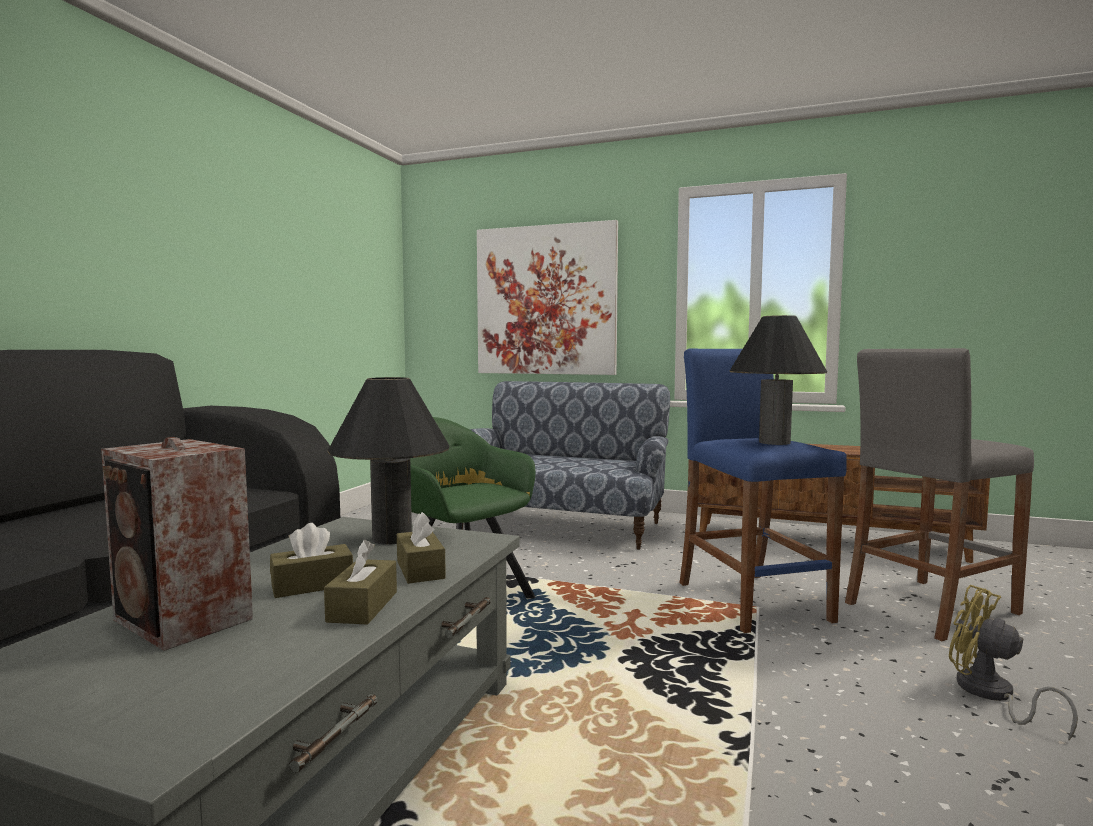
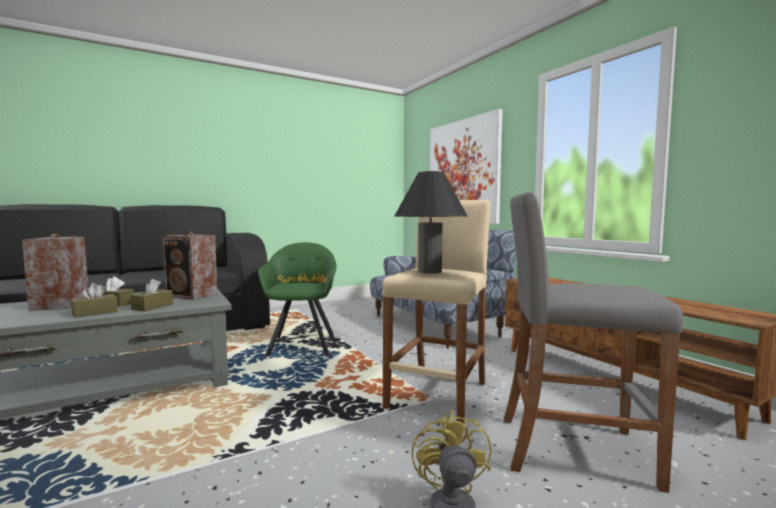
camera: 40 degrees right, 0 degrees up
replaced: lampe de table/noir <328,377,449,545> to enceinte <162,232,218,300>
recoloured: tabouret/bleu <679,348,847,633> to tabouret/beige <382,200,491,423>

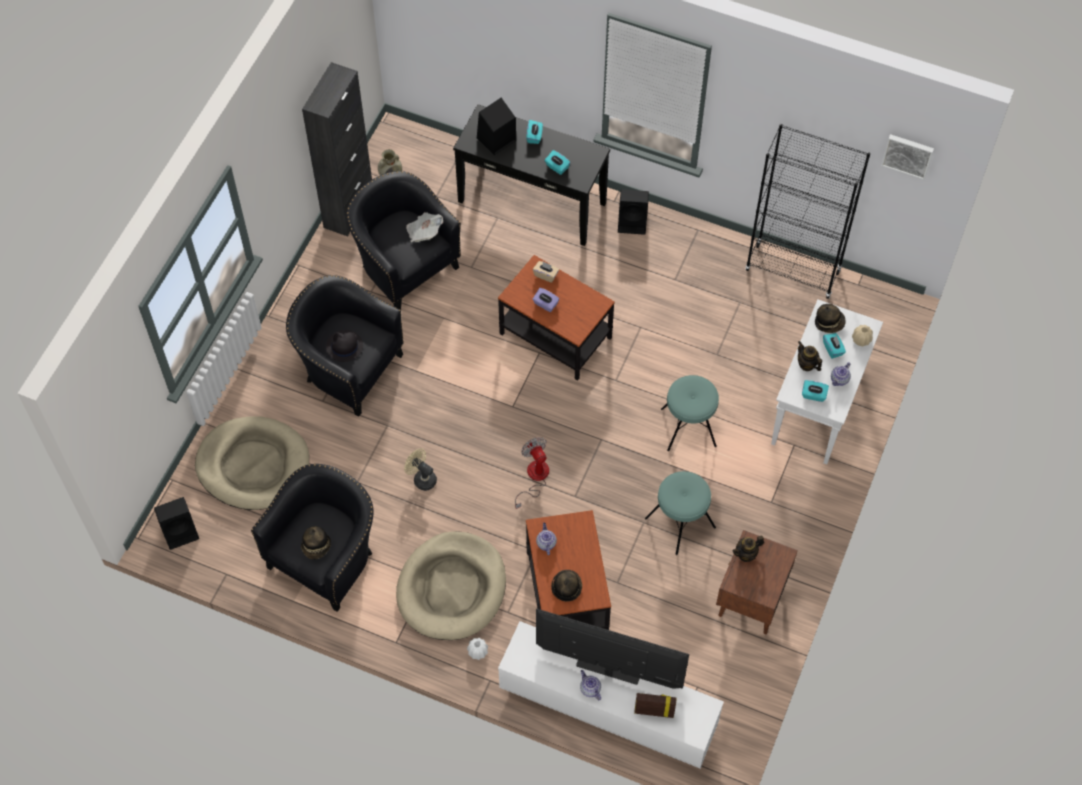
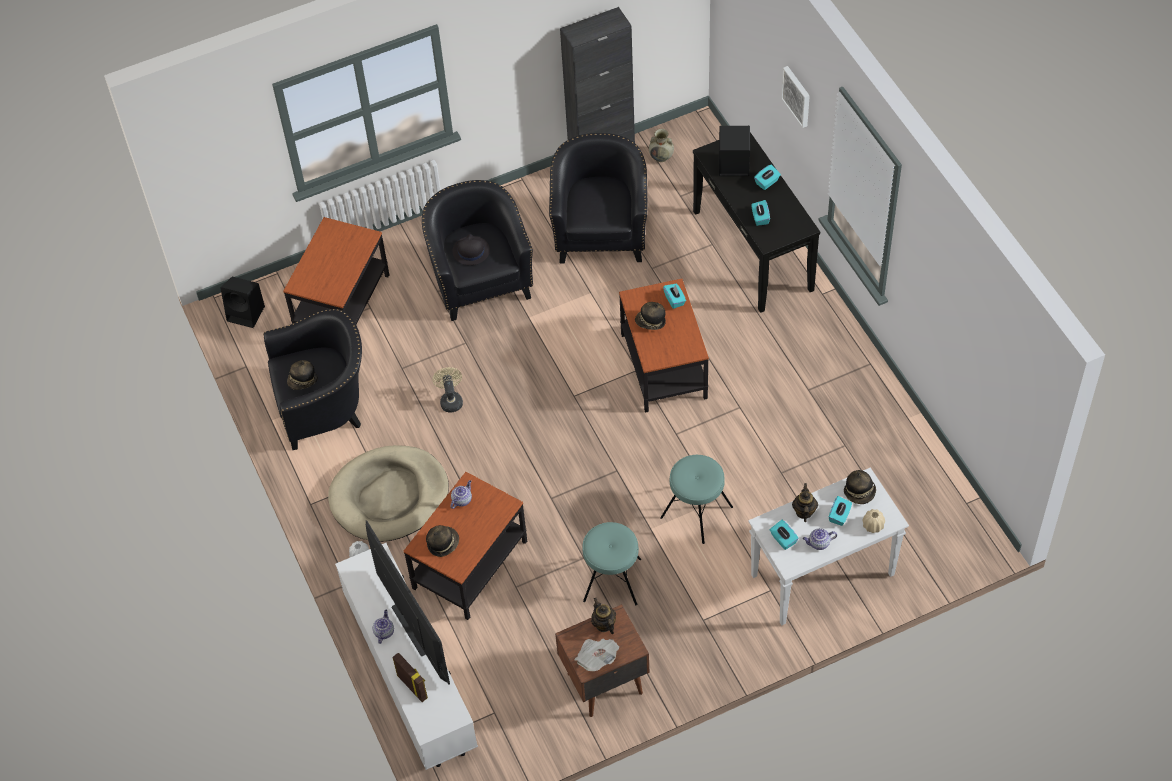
camera: 45 degrees right, 5 degrees down
removed: bibliothèque/noir <745,124,870,299>; enceinte/noir <618,189,649,235>; ventilateur <515,437,549,509>
moved: tableau <881,134,934,180> to <781,66,810,128>; journal <406,212,443,242> to <575,638,619,671>
replaced: boîte à mouchoirs/violet <532,288,559,312> to chapeau <635,302,666,330>; panier pour chien/beige <195,416,309,510> to table d'appoint <283,217,389,324>
recoloured: boîte à mouchoirs/beige <533,261,559,283> to boîte à mouchoirs/turquoise <663,284,686,309>
turned: théière <732,536,764,562> = <591,598,616,634> 45 degrees clockwise

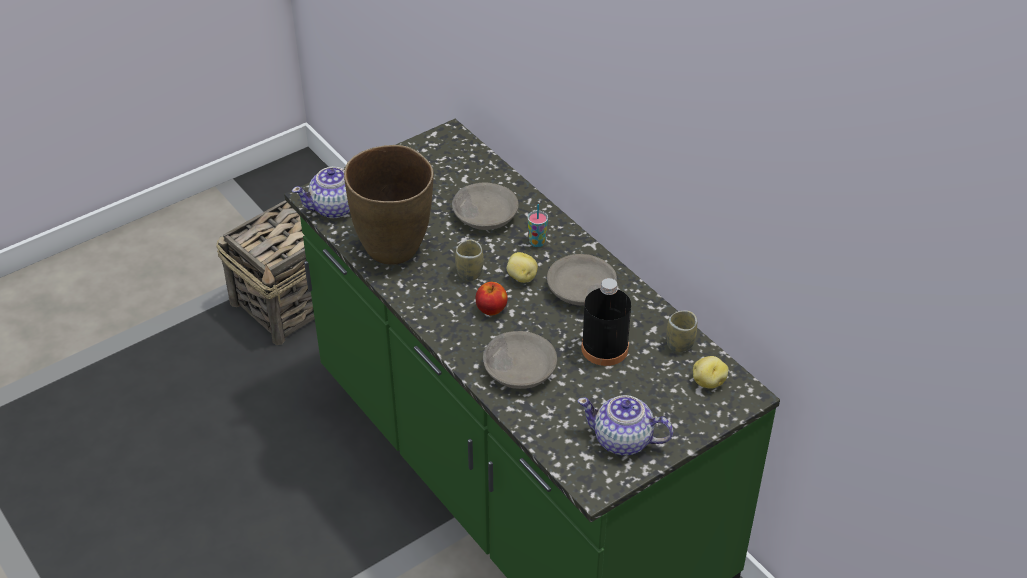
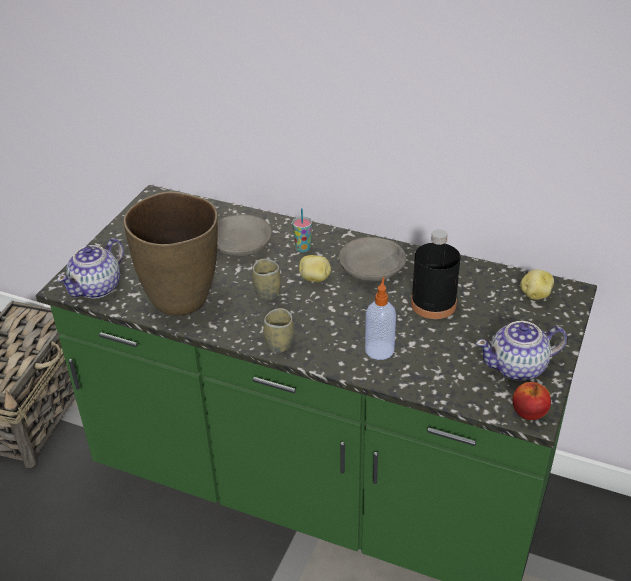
camera: 30 degrees left, 5 degrees down
moved: pomme <476,282,508,316> to <513,382,551,420>; tasse <667,310,697,352> to <264,308,294,353>
replaced: bol/gris <483,331,557,389> to distributeur de savon <365,277,396,360>

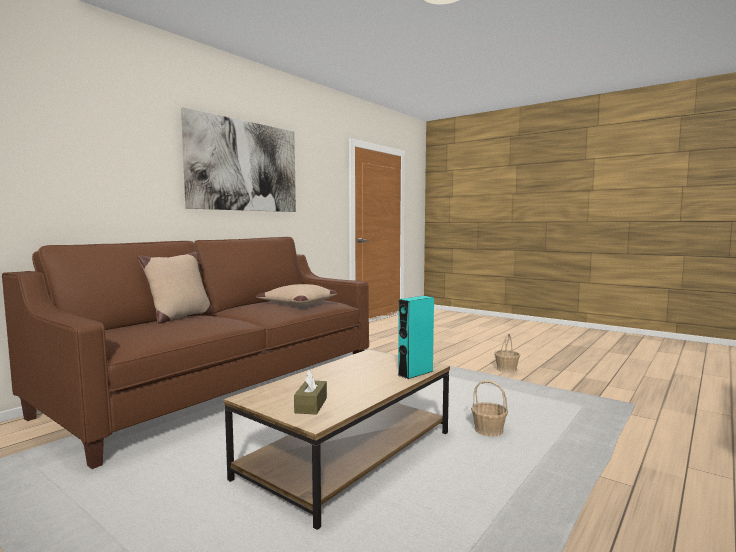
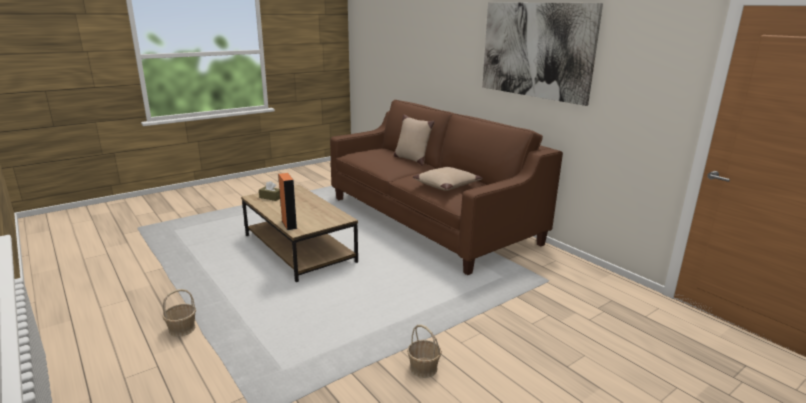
camera: 105 degrees right, 15 degrees up
moved: panier <471,380,508,436> to <163,289,196,337>
recoloured: enceinte/turquoise <397,296,434,379> to enceinte/orange <278,173,297,230>

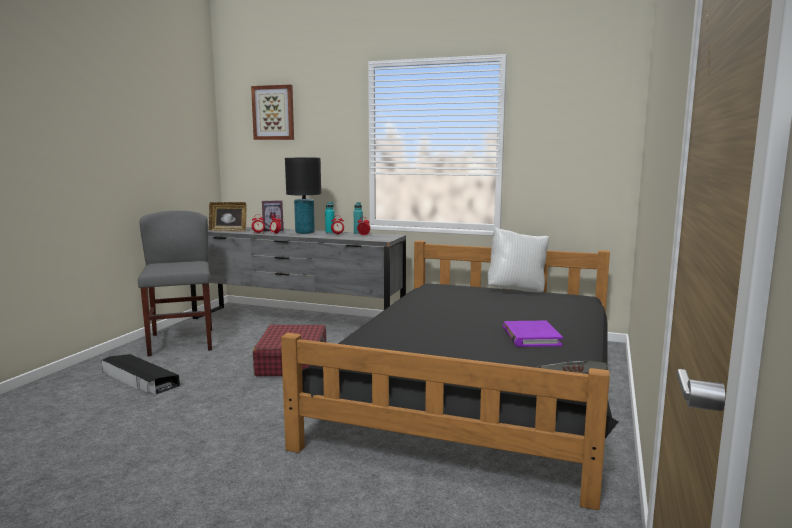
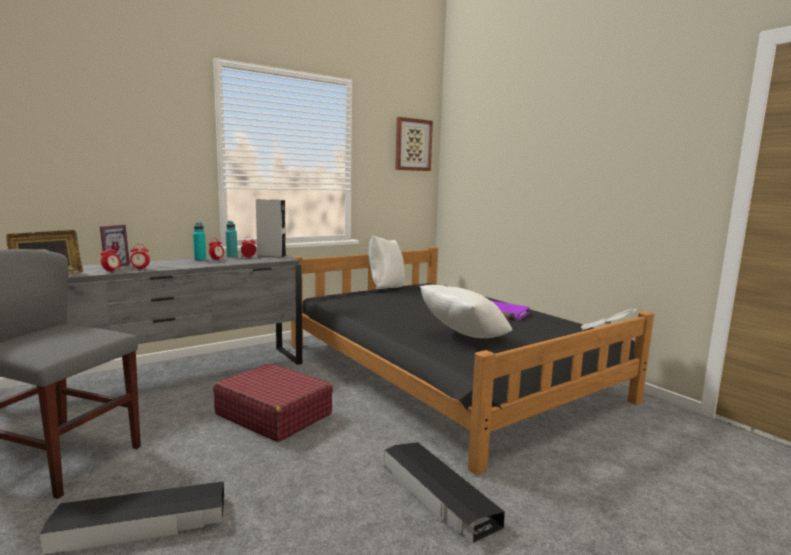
camera: 55 degrees left, 0 degrees up
removed: lampe de table/noir <285,158,321,234>
added: enceinte/gris <256,199,286,258>; coussin/blanc <420,285,512,338>; boîte de rangement/noir <384,442,505,543>
moved: tableau <251,85,294,140> to <395,117,433,171>

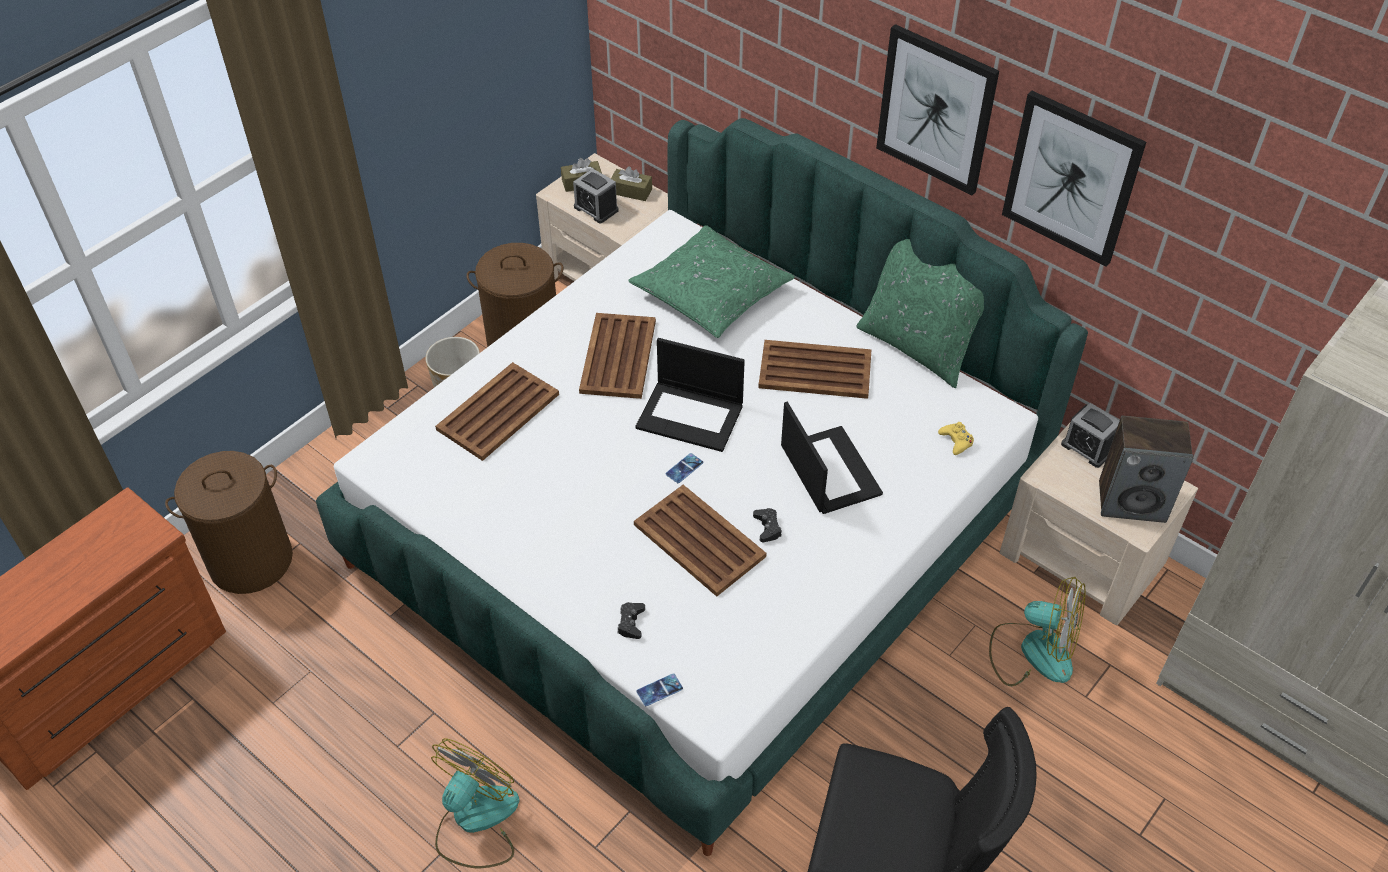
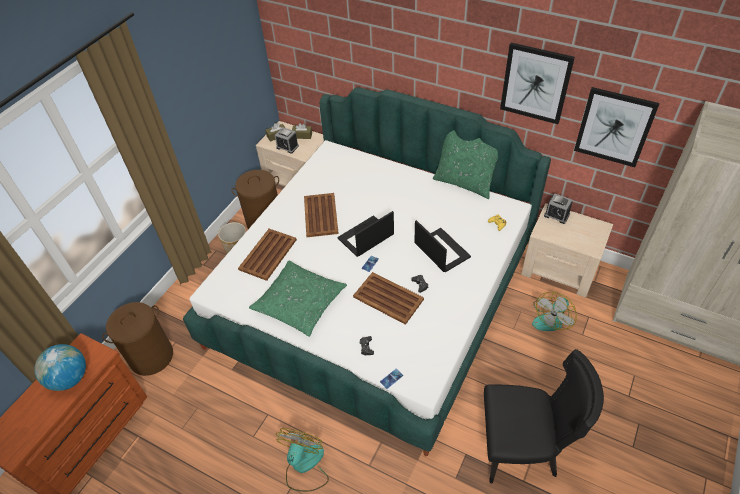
camera: 10 degrees left, 0 degrees up
removed: plateau/marron <758,340,872,399>; enceinte <1099,416,1194,523>
added: globe <34,344,86,391>
moved: tableau <876,24,999,195> to <574,87,660,167>; coussin/vert <628,225,795,338> to <249,261,347,337>
turned: ordinateur portable <636,338,745,452> = <338,211,394,257> 135 degrees clockwise; ventilateur <989,577,1086,686> = <532,292,577,331> 120 degrees clockwise

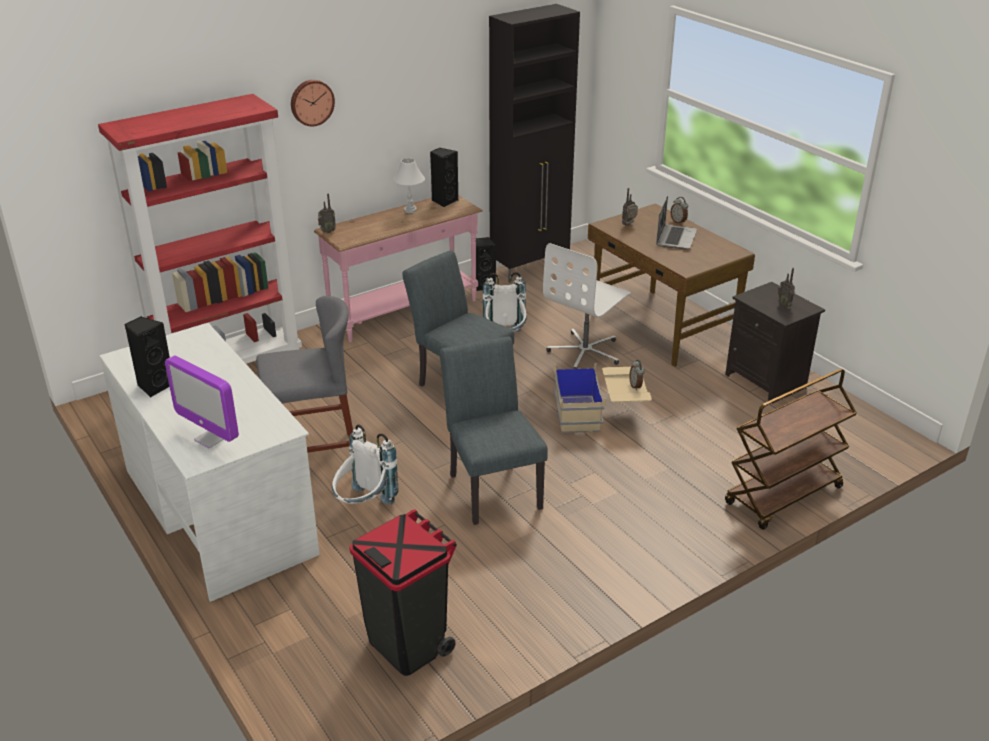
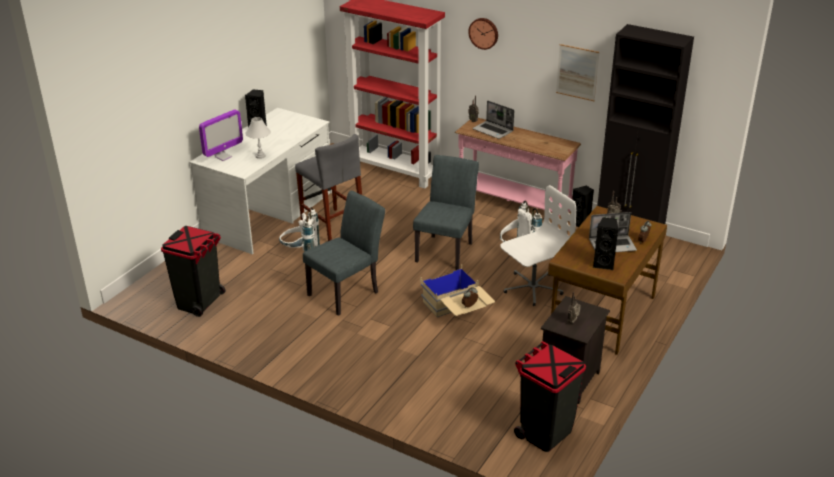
camera: 65 degrees right, 0 degrees up
removed: chariot/marron <725,368,857,530>
added: tableau <556,44,600,101>; ordinateur portable <472,101,514,139>; poubelle/noir <514,341,586,452>
moved: enceinte/noir <430,148,458,207> to <593,217,619,270>; lampe de table/blanc <393,158,425,213> to <245,117,271,159>
turned: chaise de bureau/blanc <543,243,631,369> = <500,185,576,306> 135 degrees clockwise; écran d'ordinateur <165,355,239,449> = <199,110,243,161> 150 degrees counterclockwise

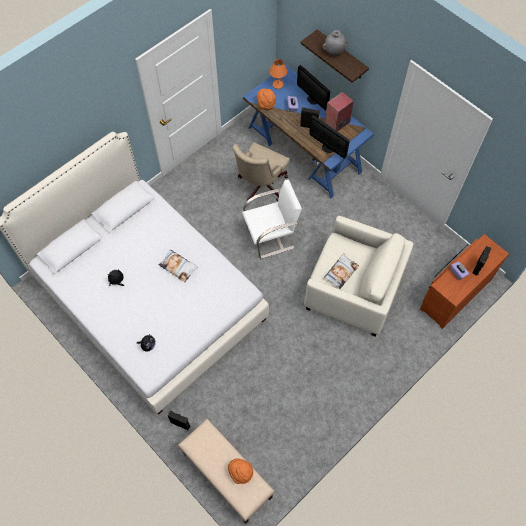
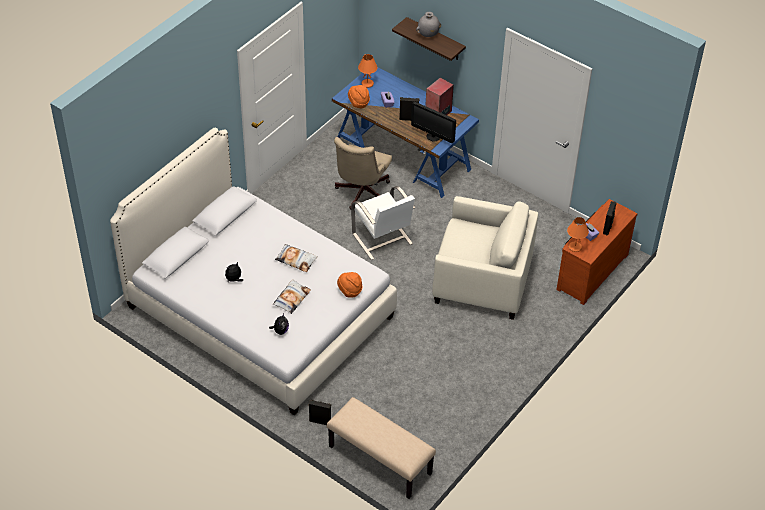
camera: 10 degrees left, 15 degrees down
removed: écran d'ordinateur <297,65,330,110>
added: lampe de table/orange <567,217,589,252>
moved: coussin <324,254,359,289> to <273,279,311,314>; chapeau/orange <228,459,254,484> to <337,272,362,297>
turned: chaise/blanc <242,179,302,259> = <351,186,415,260> 90 degrees clockwise

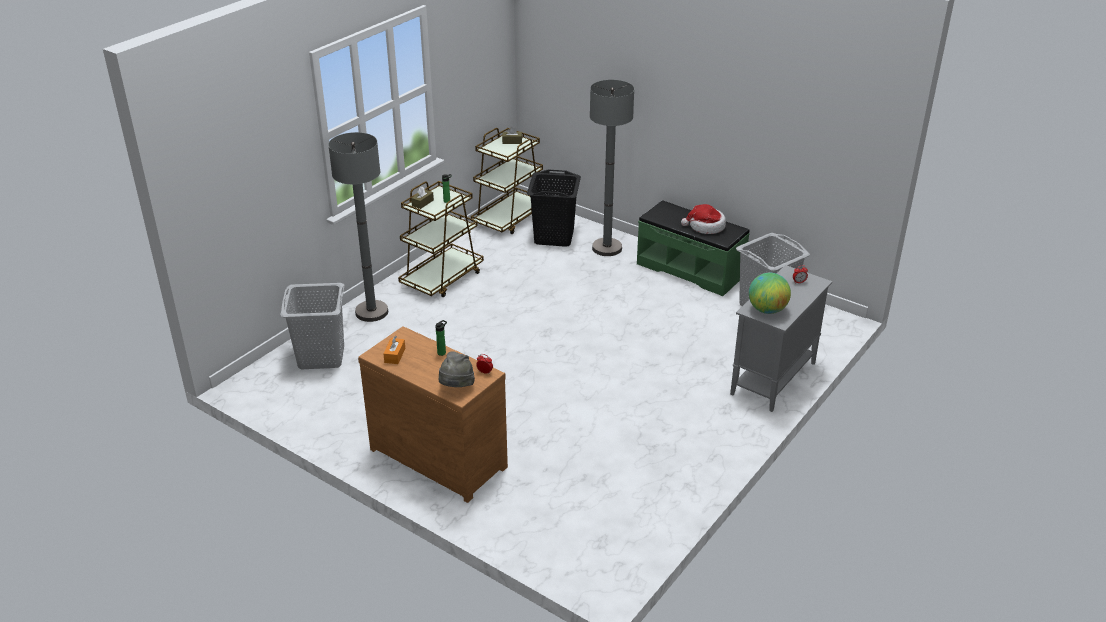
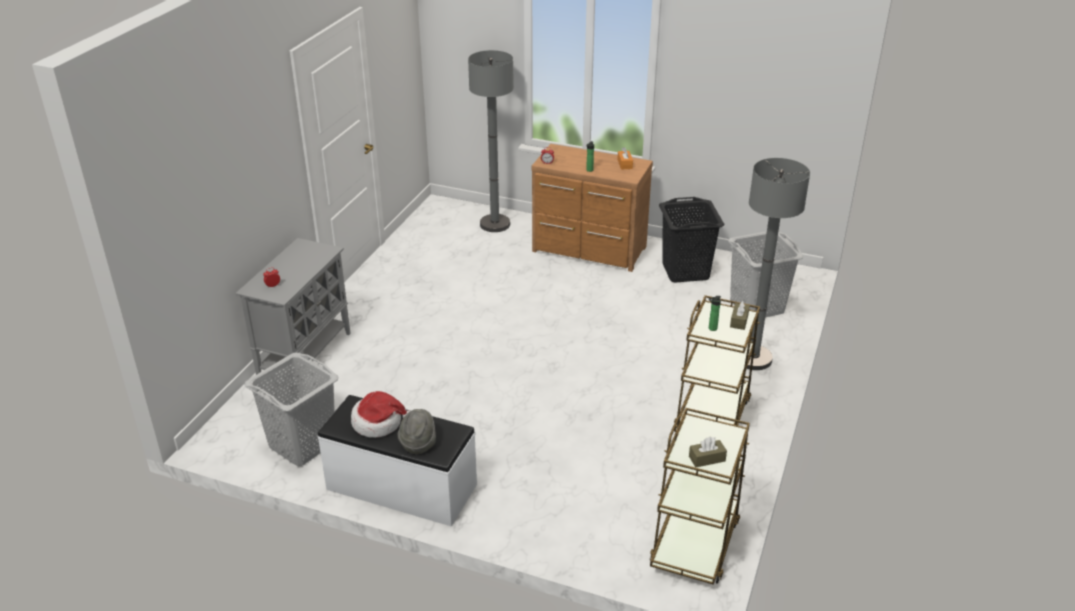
camera: 165 degrees right, 0 degrees up
removed: globe <749,273,791,314>
moved: lampadaire/gris <590,80,634,256> to <468,50,514,232>; panier à linge/noir <527,170,581,247> to <659,197,724,283>; chapeau/gris <439,351,475,387> to <397,409,436,454>
recoloured: banc/vert <637,200,750,296> to banc/blanc <318,395,477,527>

